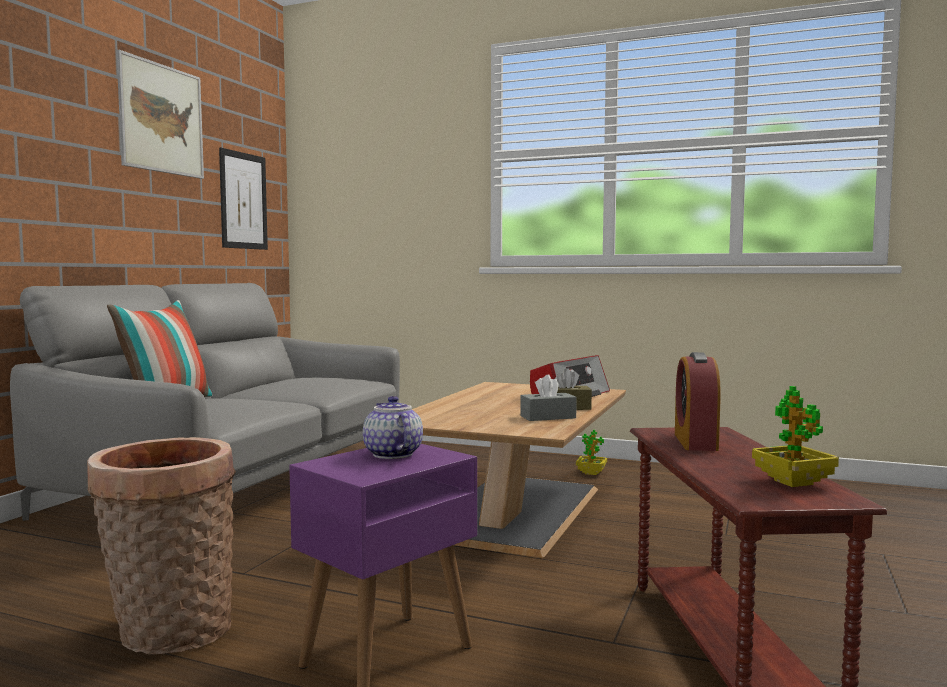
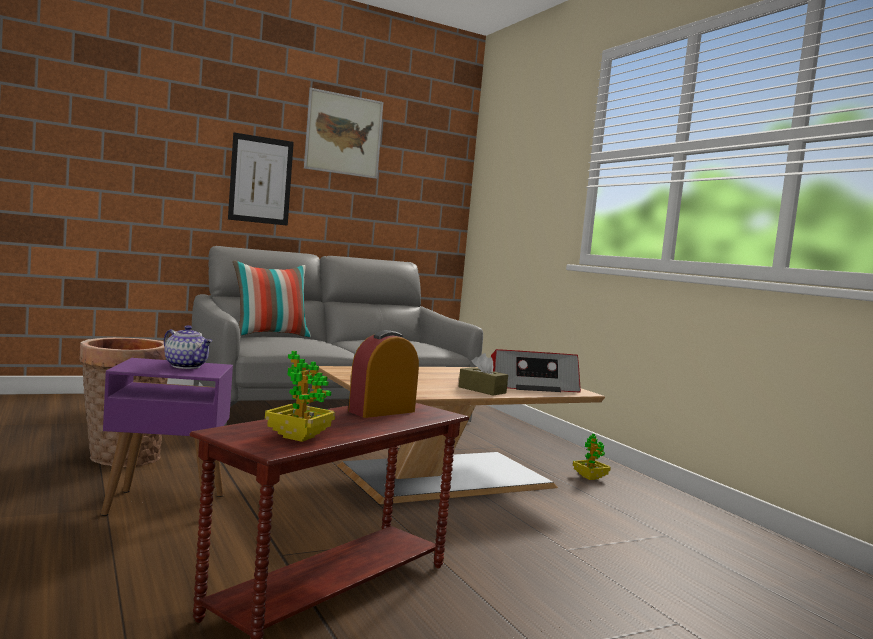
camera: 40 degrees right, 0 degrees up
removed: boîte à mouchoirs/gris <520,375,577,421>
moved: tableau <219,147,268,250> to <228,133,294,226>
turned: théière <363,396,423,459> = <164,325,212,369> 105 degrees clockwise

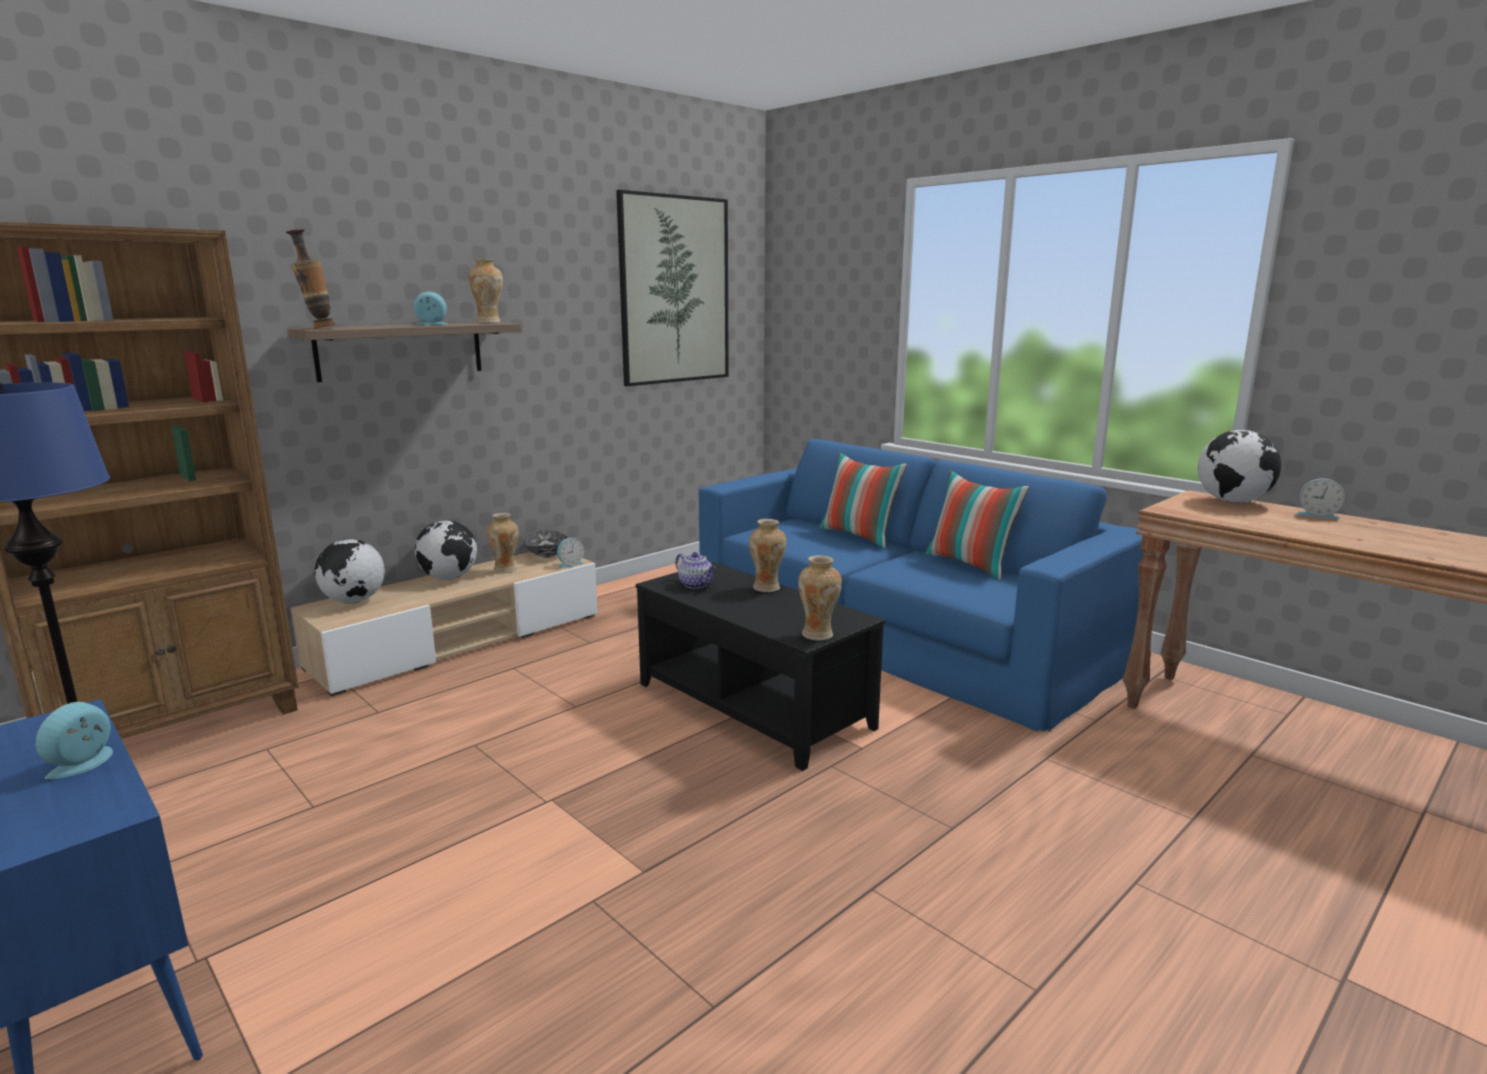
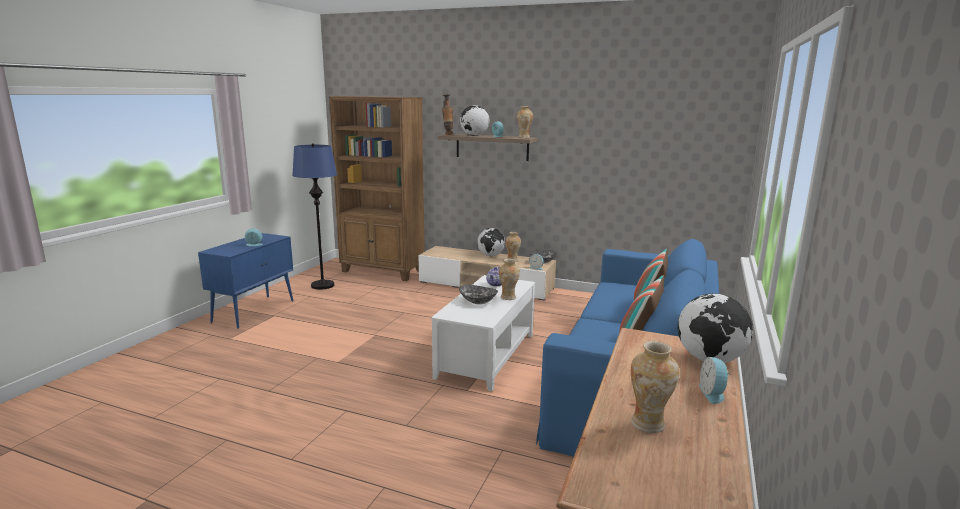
camera: 65 degrees right, 0 degrees up
removed: tableau <616,190,729,386>
added: bol <459,285,498,304>
moved: globe <315,539,385,603> to <460,105,489,136>; vase <798,555,842,640> to <631,341,680,433>
recoloured: table basse/noir <636,562,886,771> to table basse/blanc <431,275,535,392>

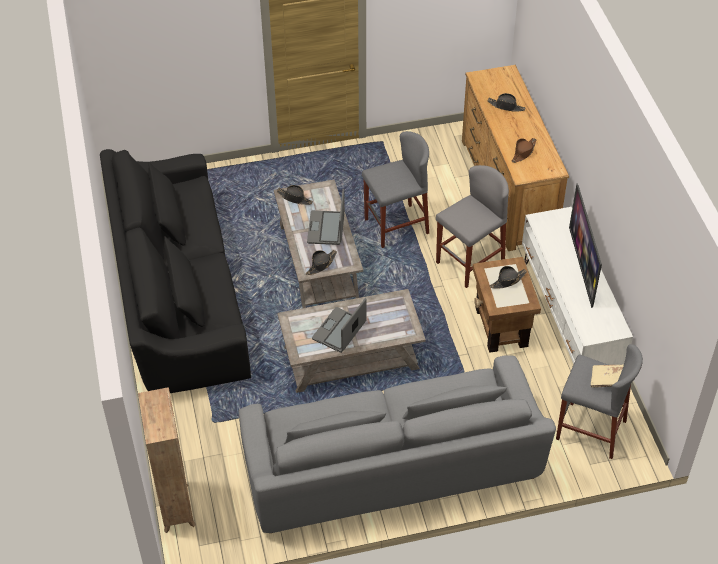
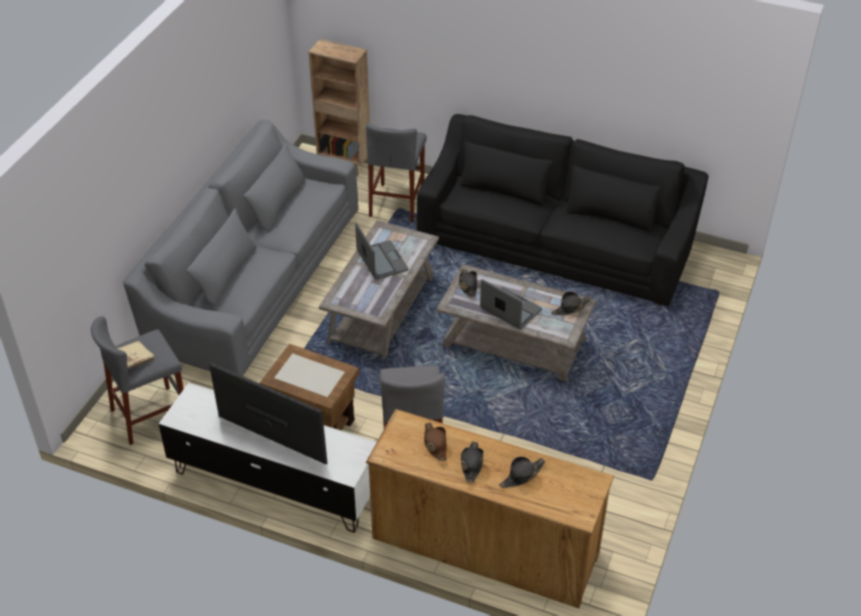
camera: 125 degrees right, 5 degrees down
moved: tabouret/gris <362,131,429,248> to <366,123,427,222>; chapeau/noir <490,266,527,288> to <461,442,484,483>

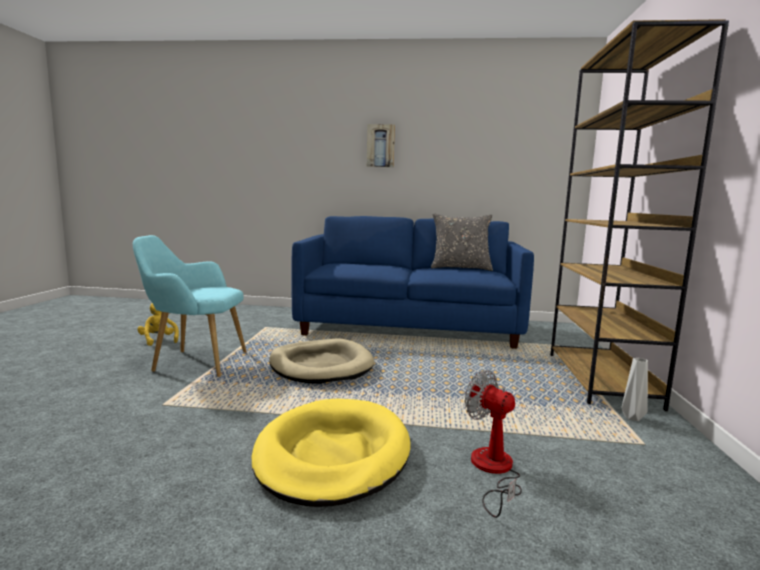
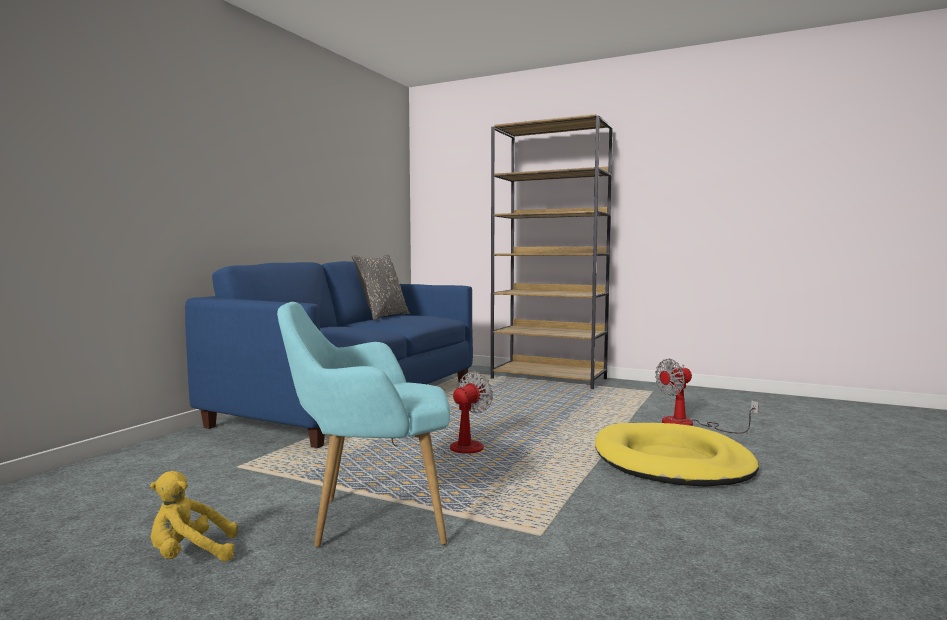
camera: 70 degrees left, 5 degrees down
removed: tableau <367,124,395,167>; vase/gris <622,358,648,421>
replaced: panier pour chien/beige <269,338,374,384> to ventilateur <391,372,493,455>
turned: fauteuil/turquoise <133,235,247,377> = <277,302,450,547> 60 degrees clockwise

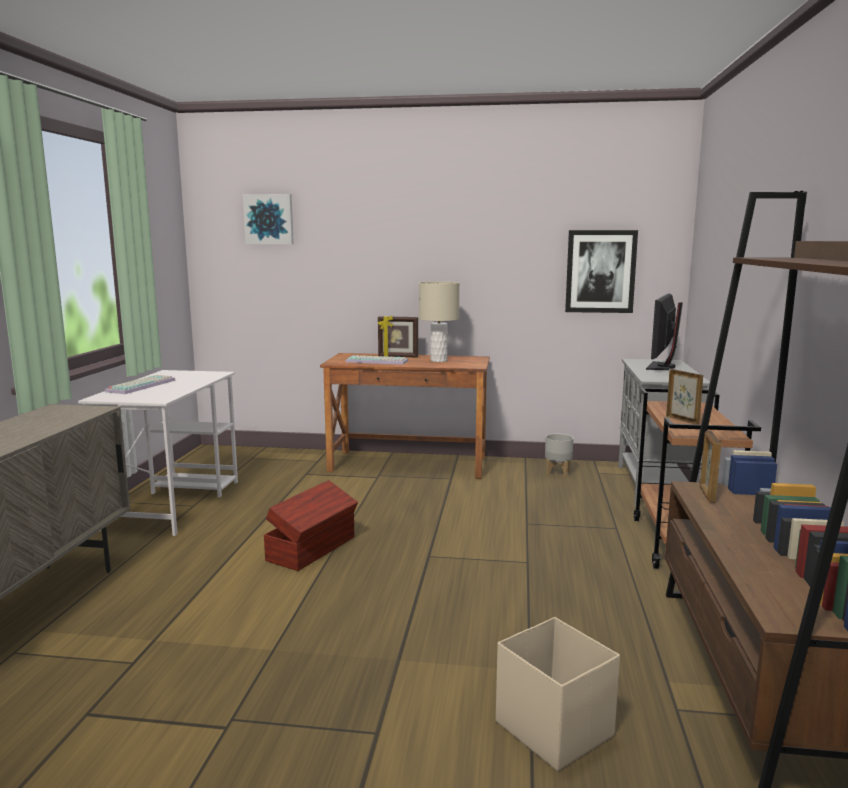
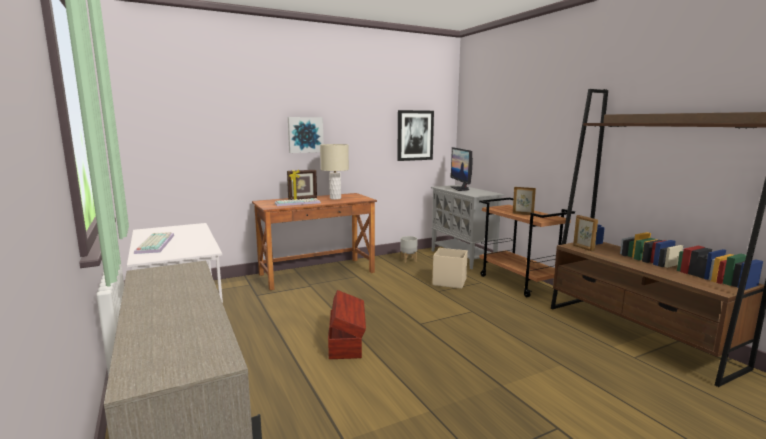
camera: 35 degrees left, 0 degrees up
moved: tableau <243,194,294,244> to <288,117,324,153>; boîte de rangement/beige <496,617,620,771> to <432,248,468,289>

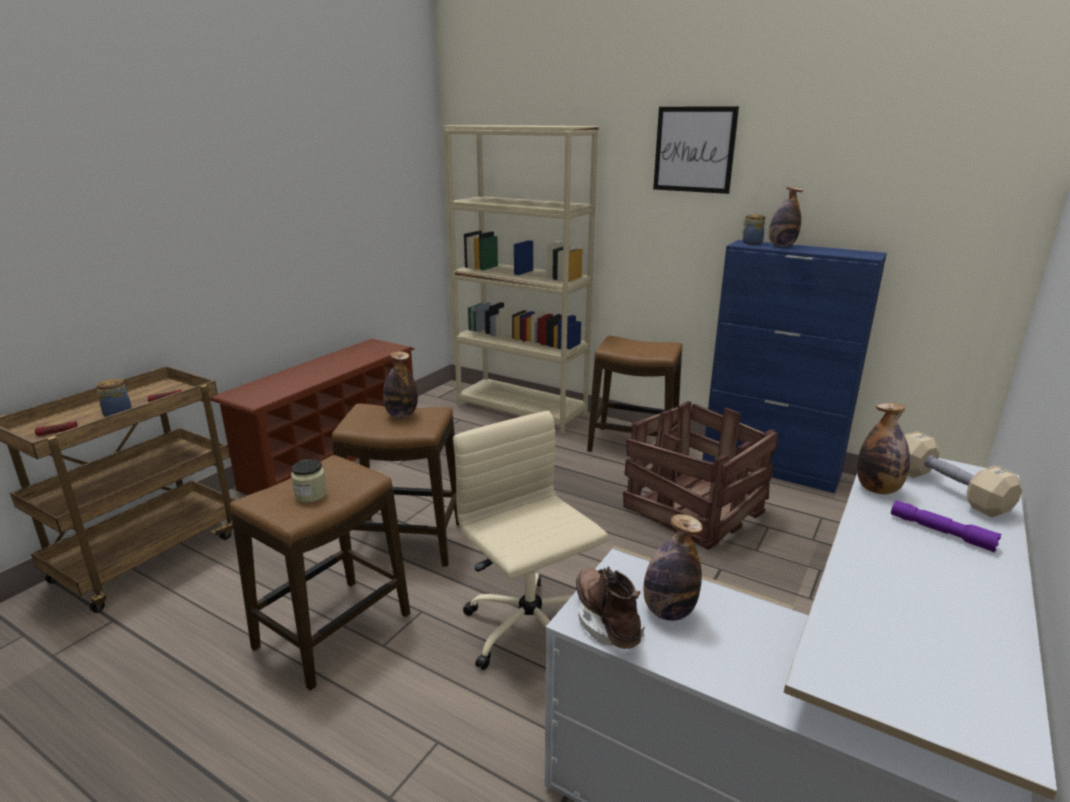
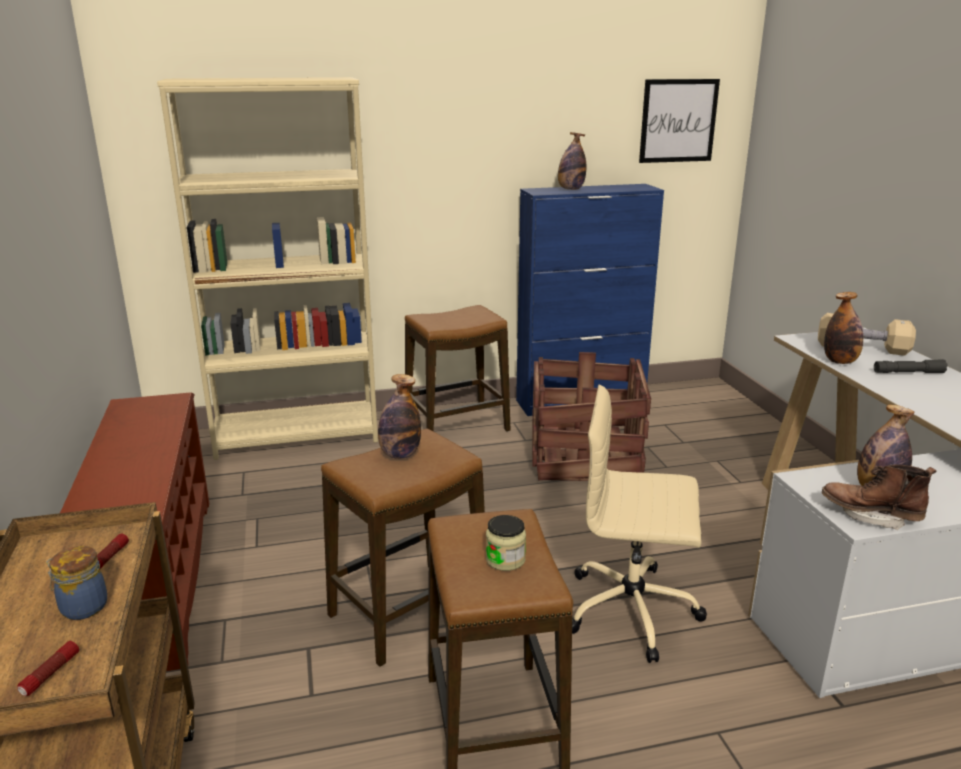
camera: 45 degrees left, 0 degrees up
removed: bocal <742,214,766,245>
moved: tableau <653,106,739,194> to <639,79,720,163>
recoloured: lampe de poche/violet <891,500,1001,553> to lampe de poche/gris <874,359,948,373>

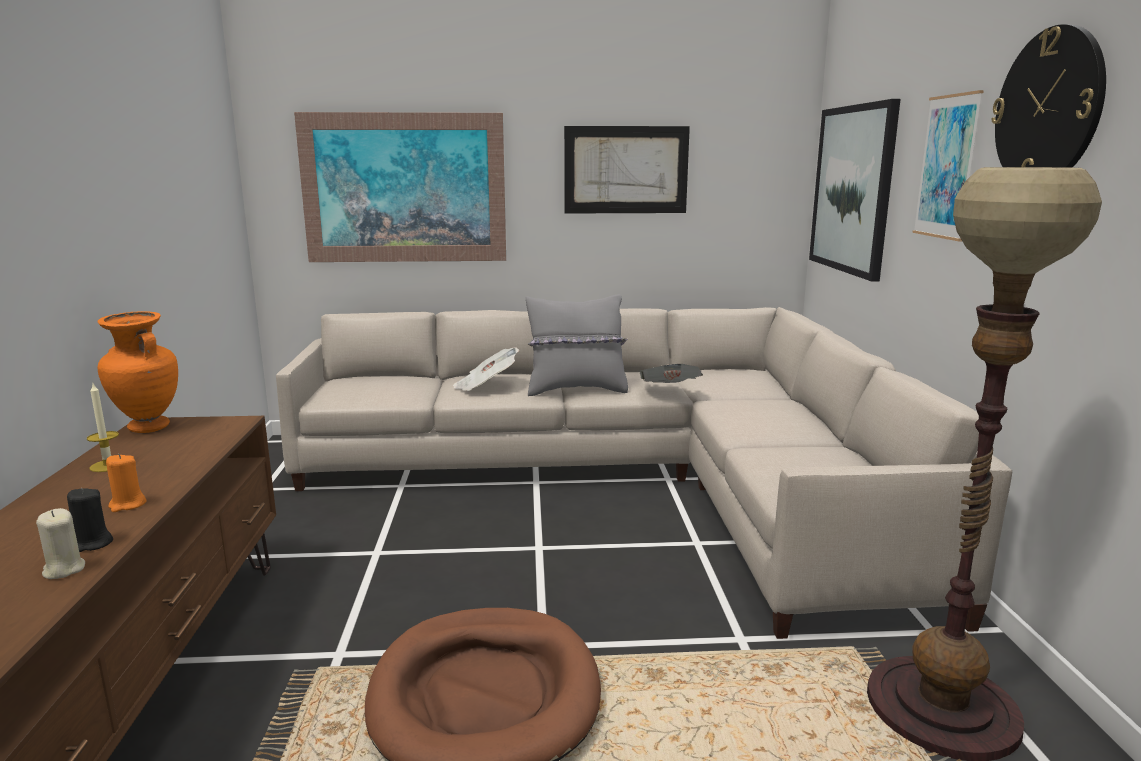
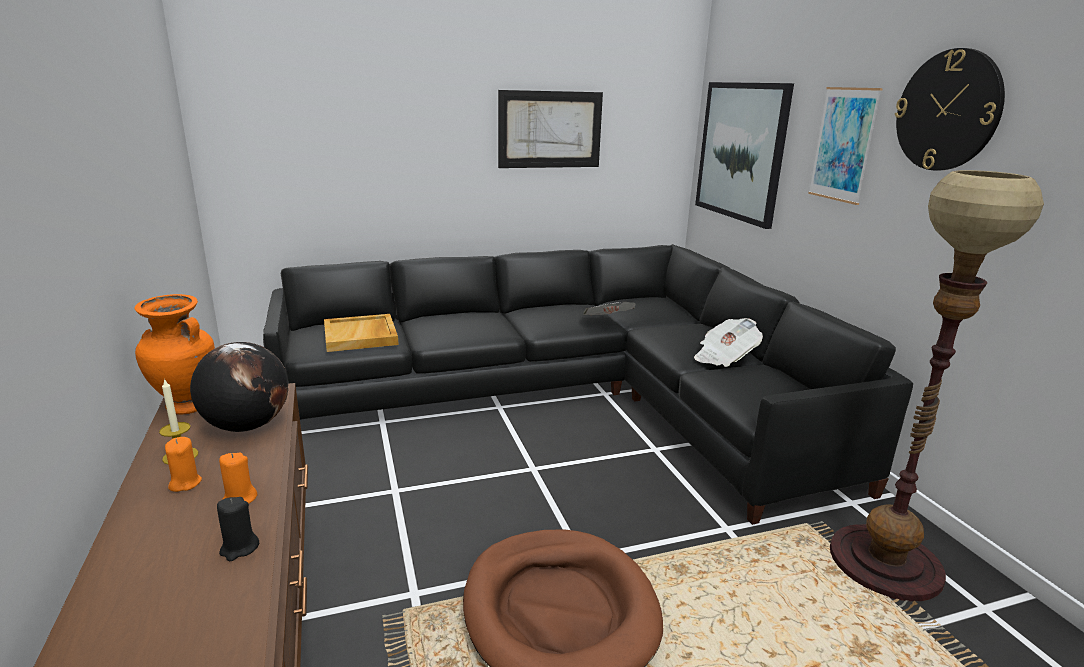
camera: 15 degrees left, 5 degrees up
removed: tableau <294,112,506,262>; coussin/gris <526,294,628,396>; bougie/beige <36,508,85,579>
added: plateau/beige <324,314,399,352>; globe <190,342,288,432>; bougie/orange <165,437,202,492>
moved: journal <453,348,519,391> to <694,318,763,367>
recoloured: canapé/beige <276,307,1012,639> to canapé/noir <263,244,913,525>

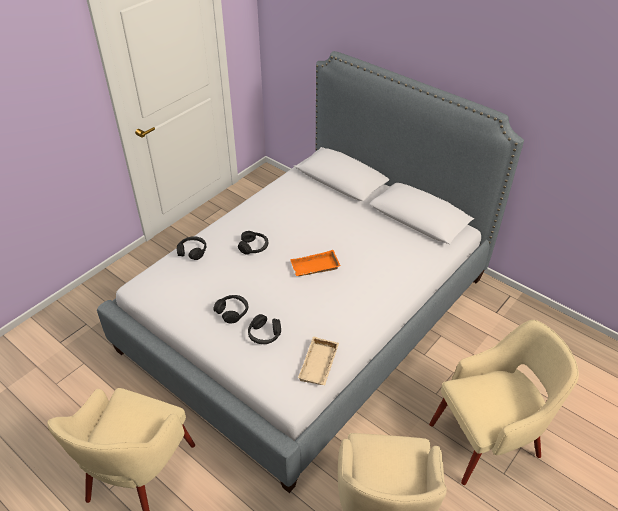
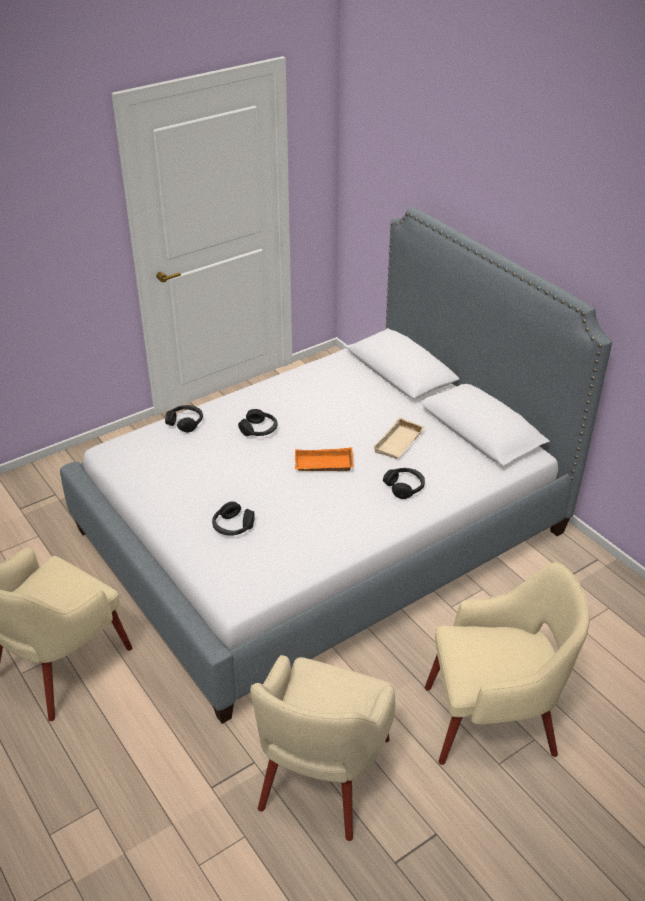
camera: 15 degrees right, 5 degrees down
moved: casque audio/noir <214,295,248,324> to <383,468,425,499>; plateau/beige <298,336,339,385> to <373,417,425,459>

